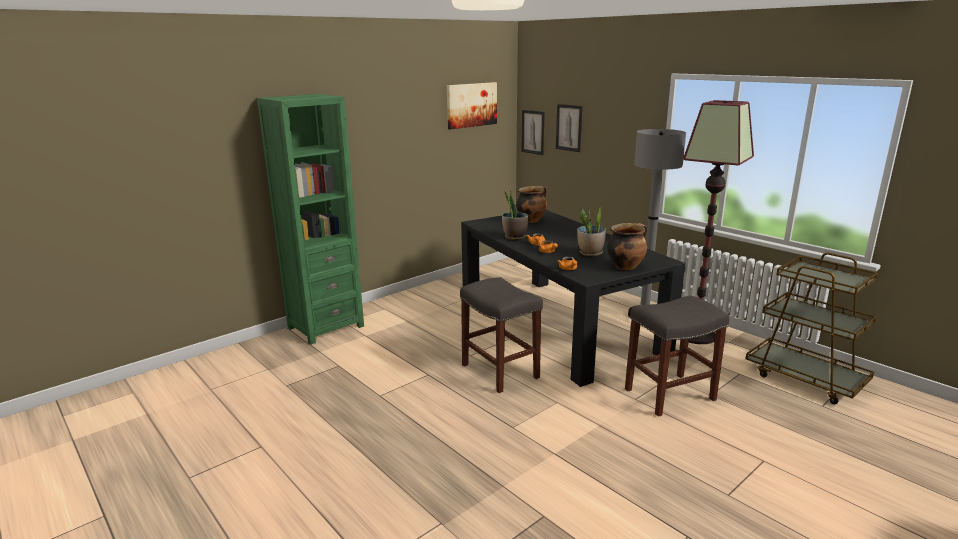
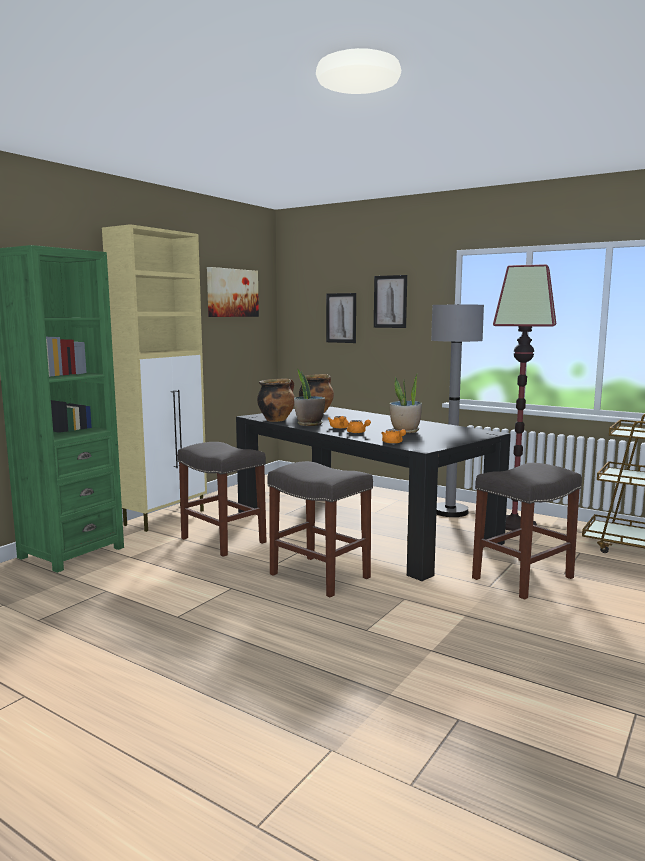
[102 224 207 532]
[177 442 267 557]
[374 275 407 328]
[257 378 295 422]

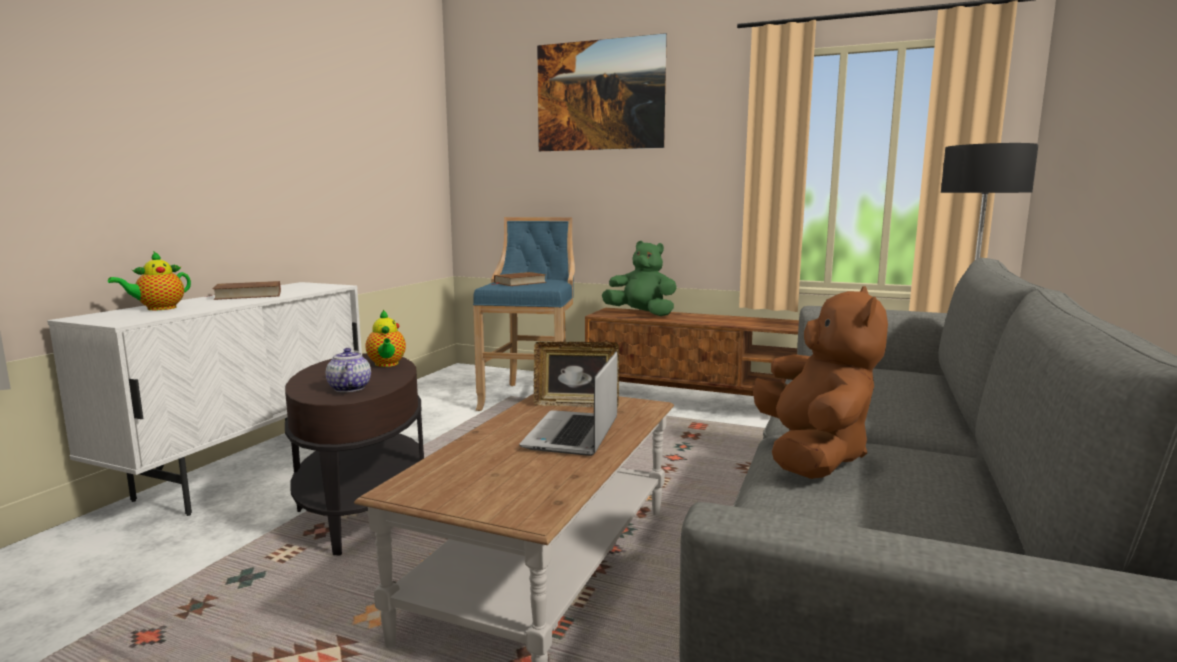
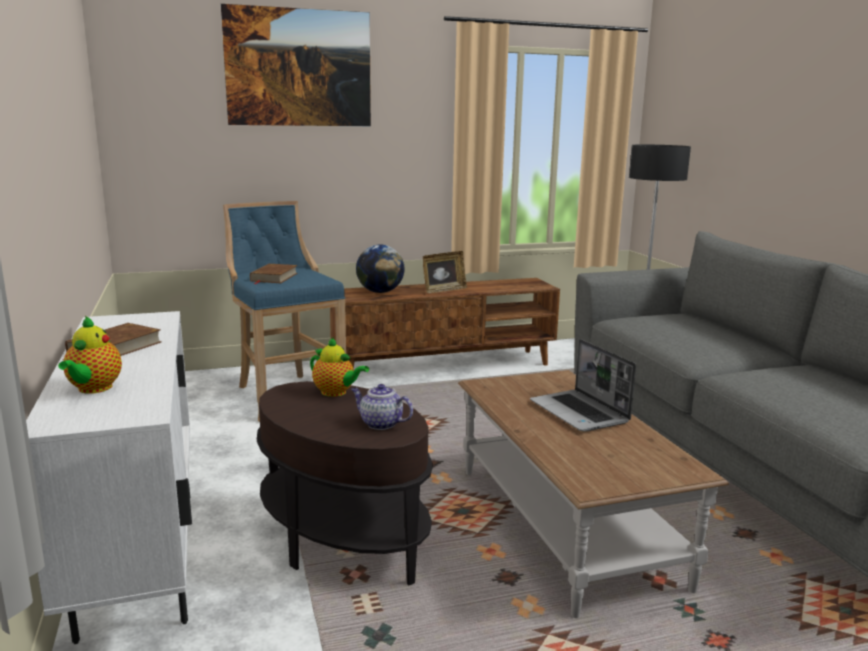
[753 286 888 479] (first image)
[423 251 467 293]
[356 244 405 293]

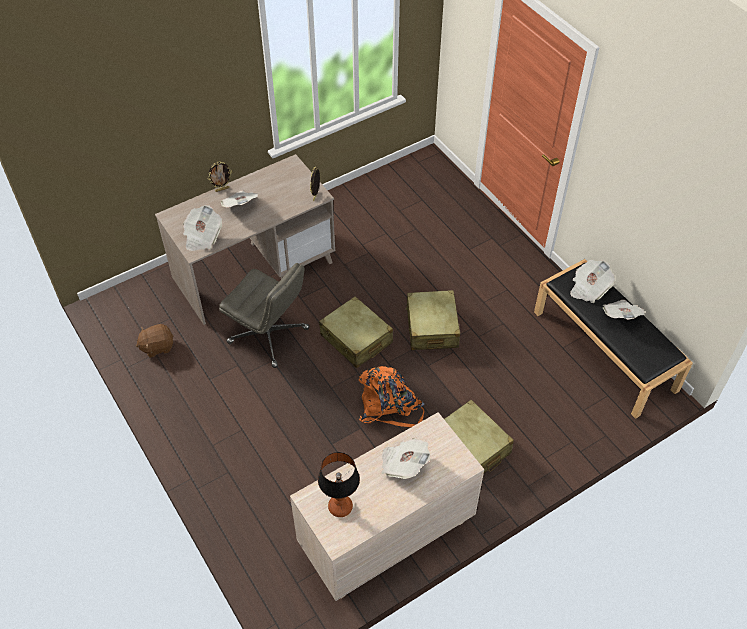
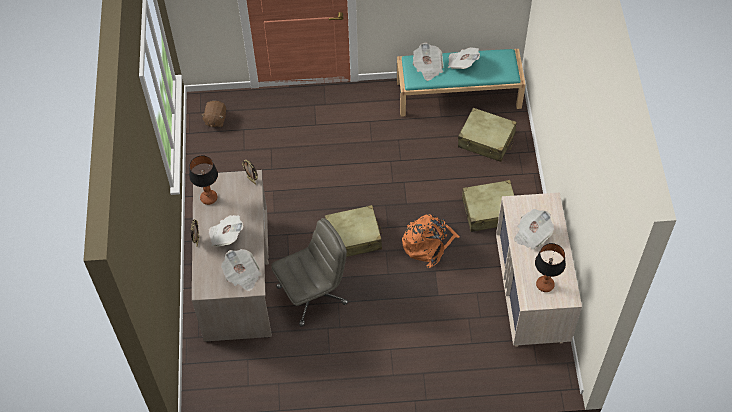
[189 156 218 205]
[201 101 226 127]
[458 108 517 162]
[397 49 526 117]

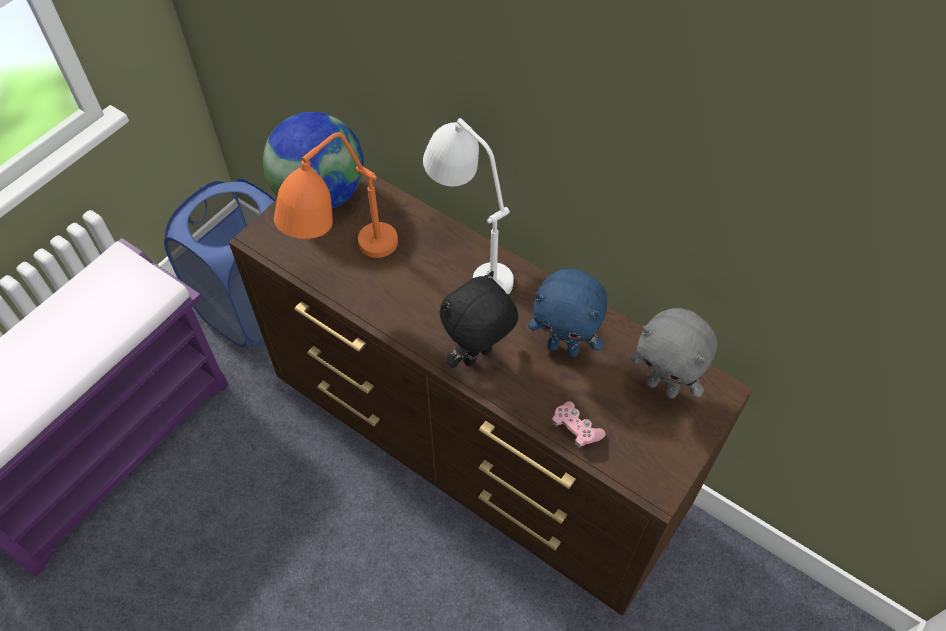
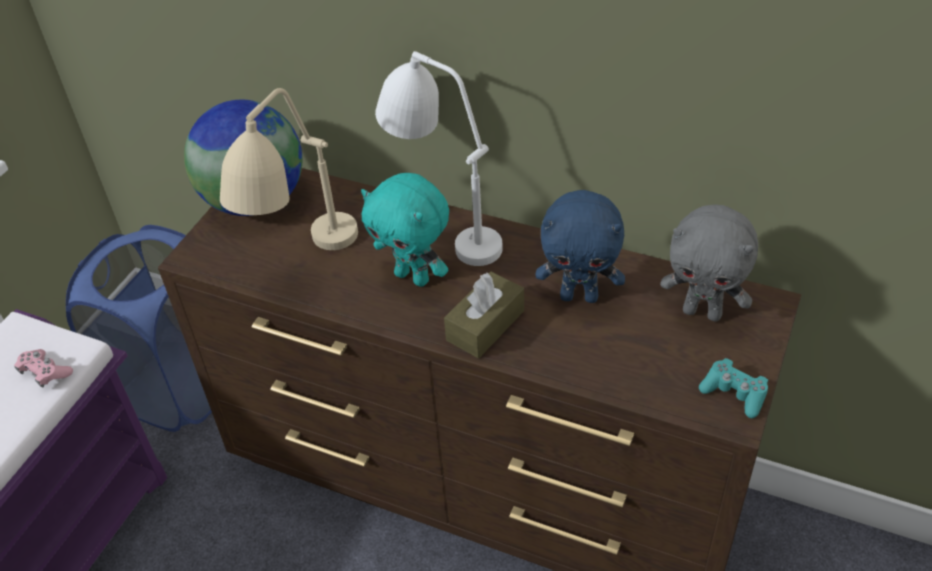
[361 173 449 287]
[699 358 768 418]
[14 349 73 387]
[444 272 524 358]
[220 88 358 250]

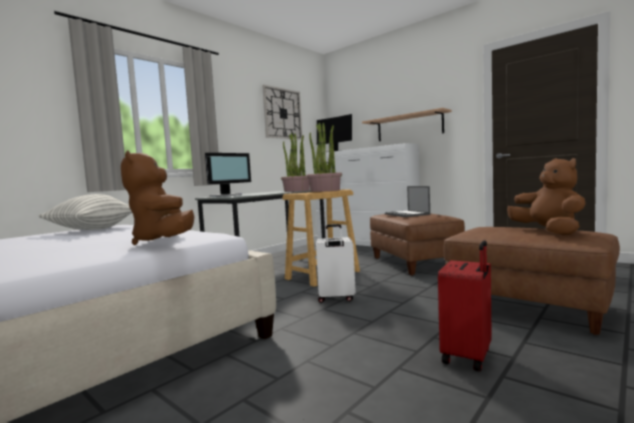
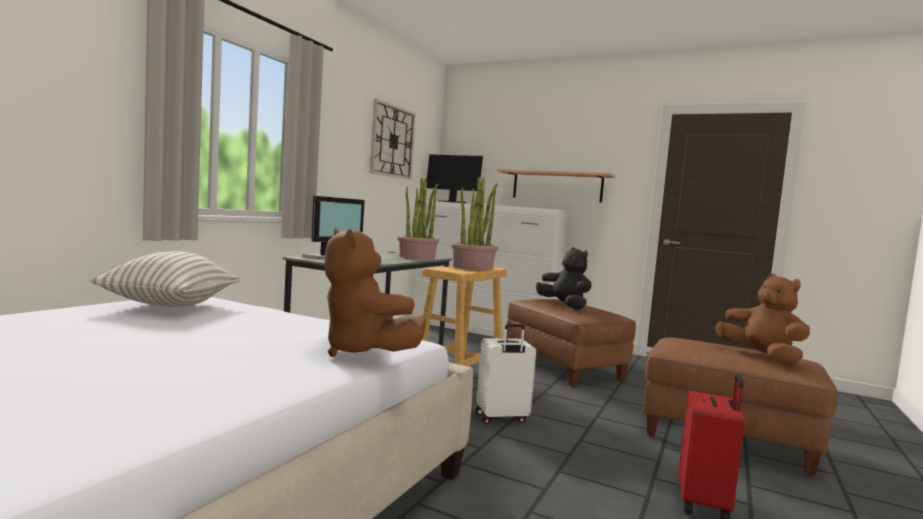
[536 247 592 309]

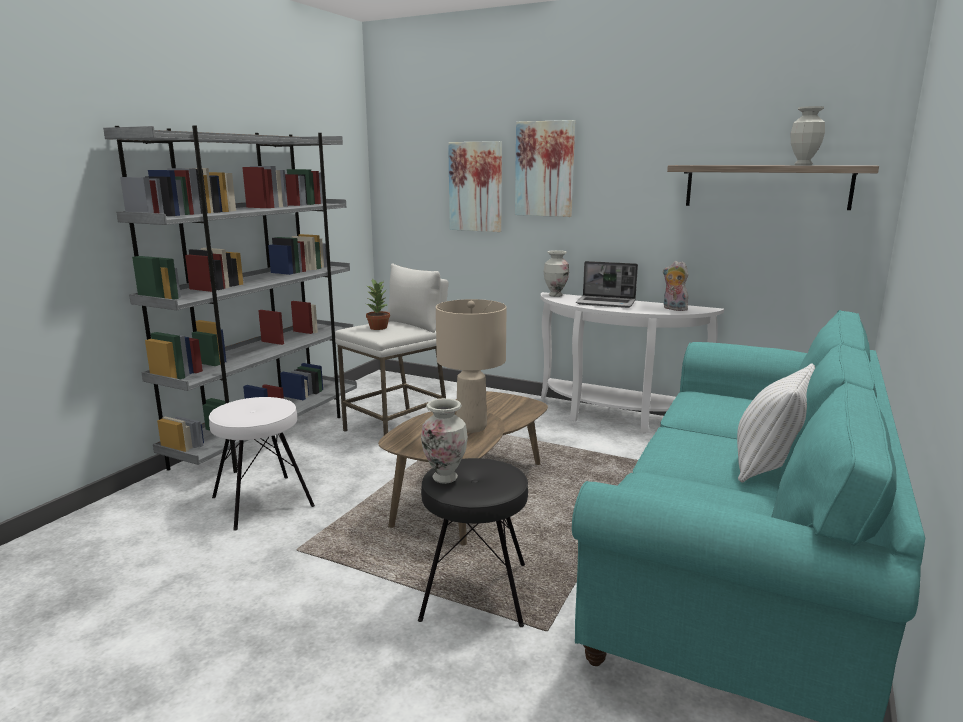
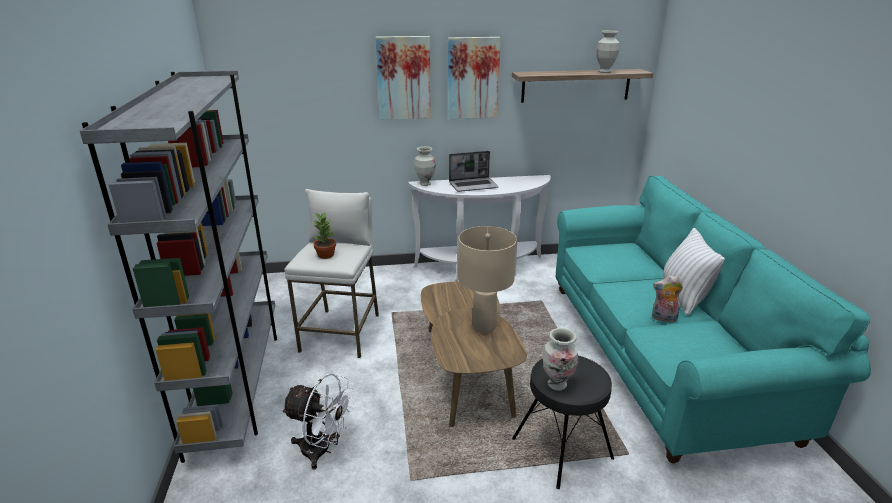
[447 37 501 119]
[652 275 683 322]
[281 373 354 470]

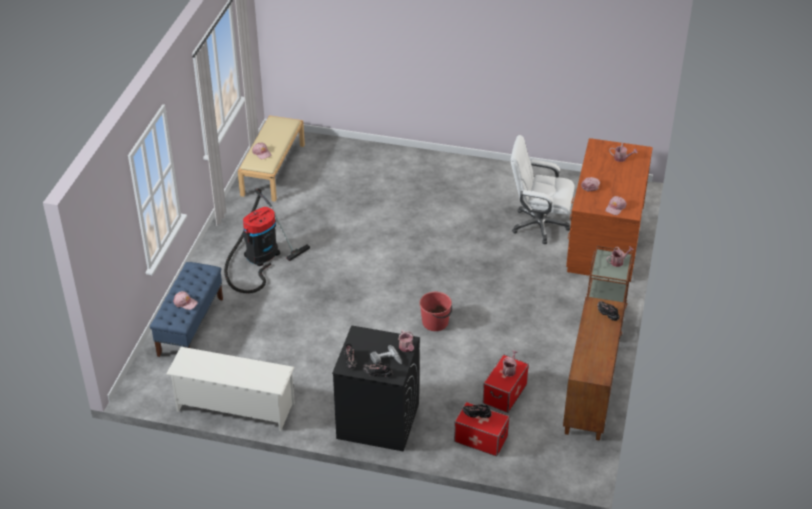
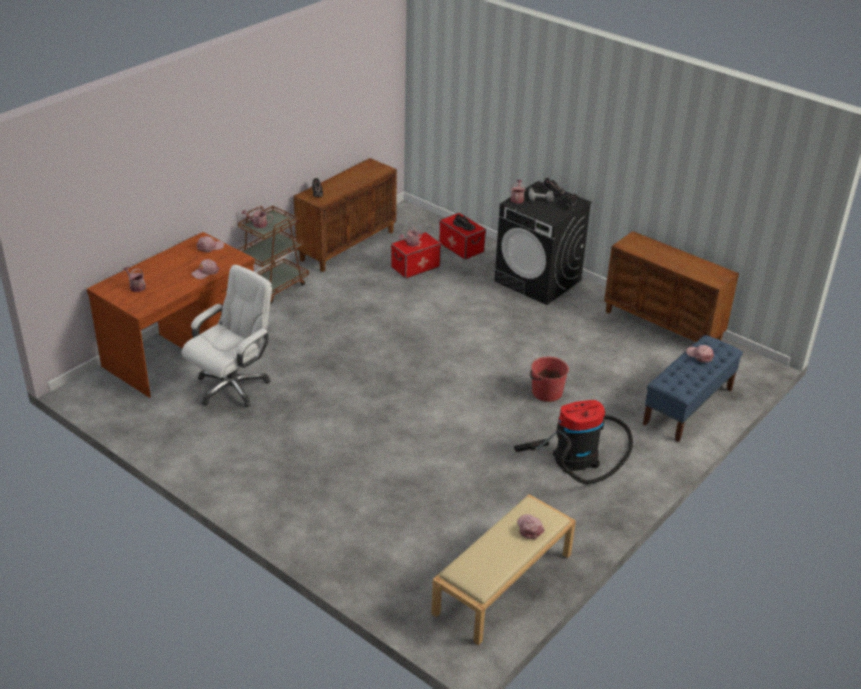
[530 357 569 402]
[604 231 739 342]
[182 265 272 407]

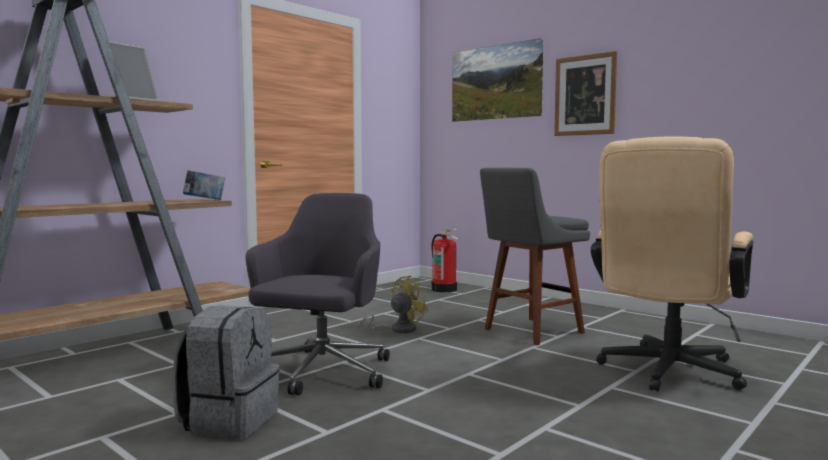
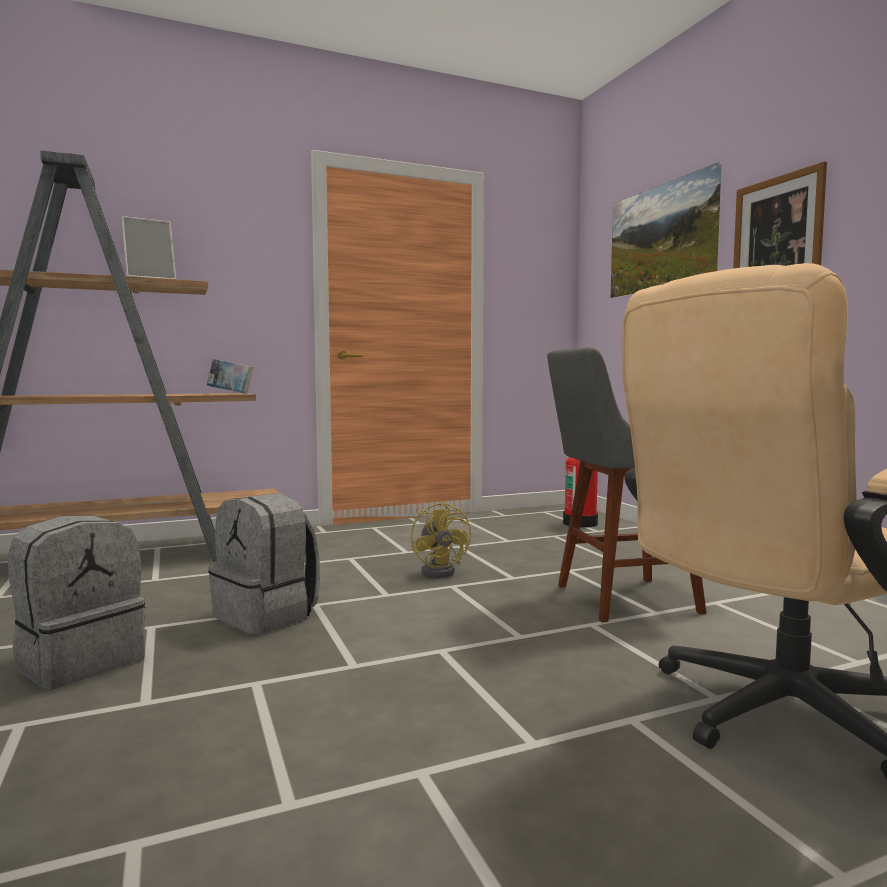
[208 493 320 635]
[411 501 471 578]

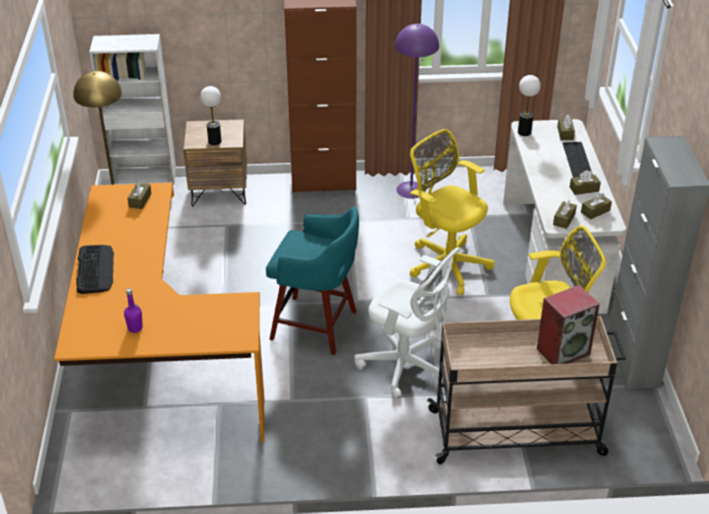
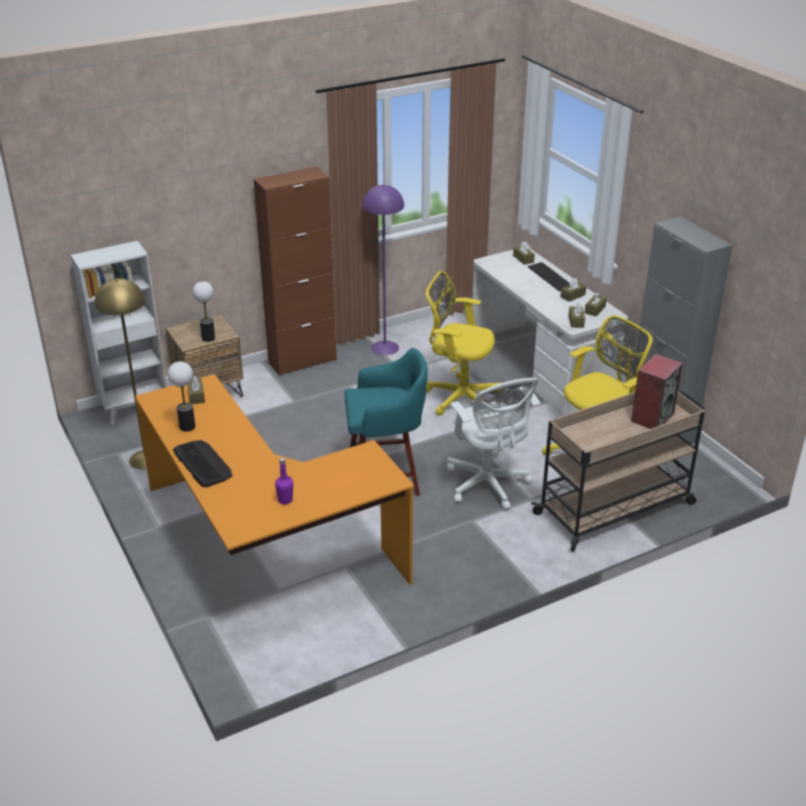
[168 361 196 432]
[447 378 540 511]

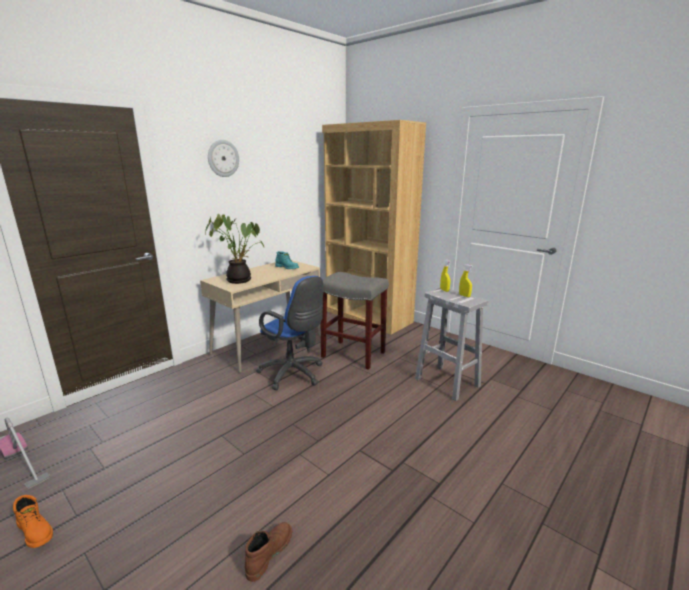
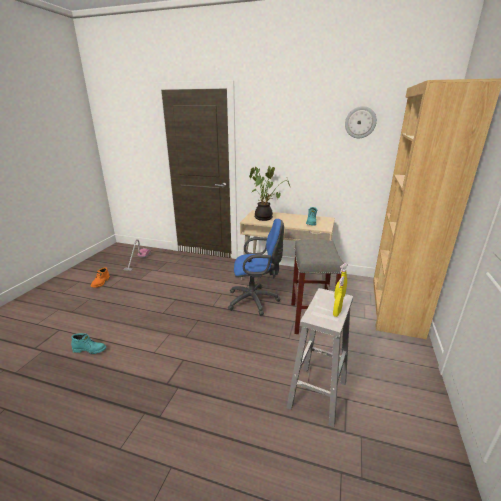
[345 106 377 138]
[71 333 106 354]
[228 219 284 316]

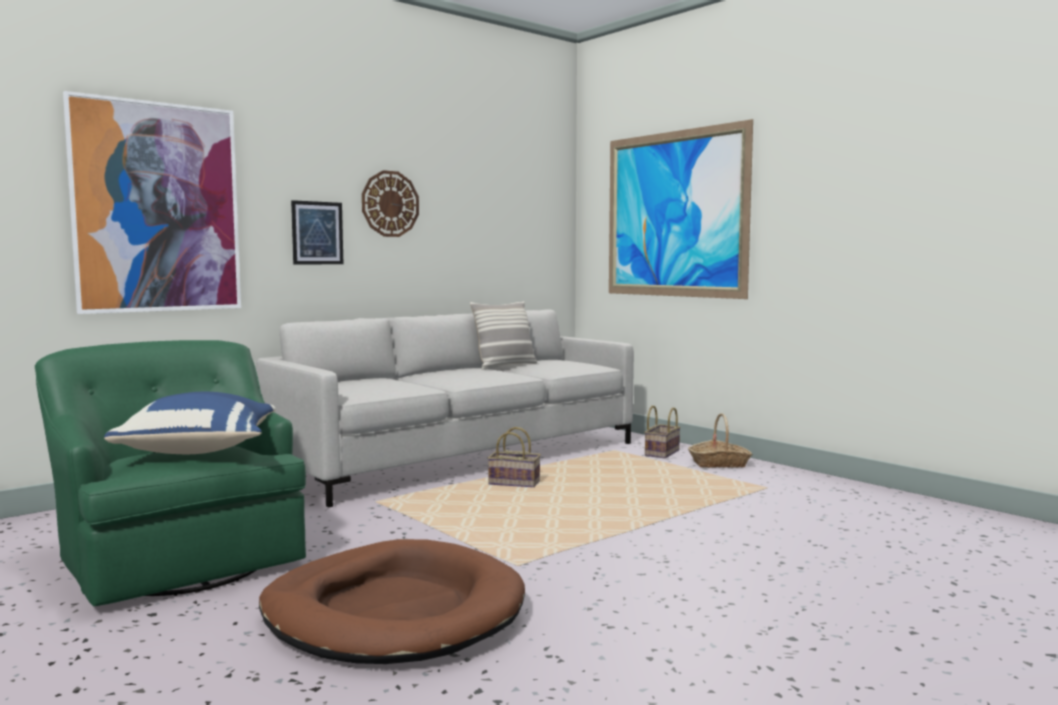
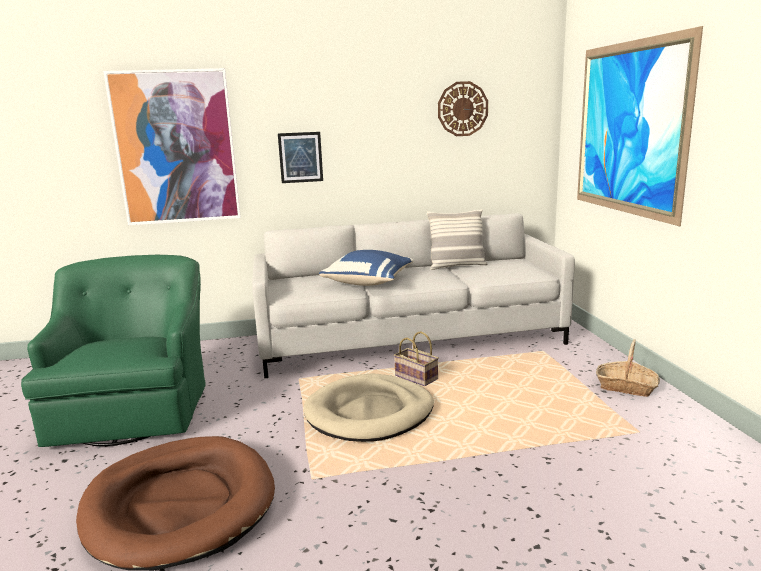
[644 406 681 458] (first image)
[304 374 434 442]
[319 250 414 286]
[438 81 488 136]

